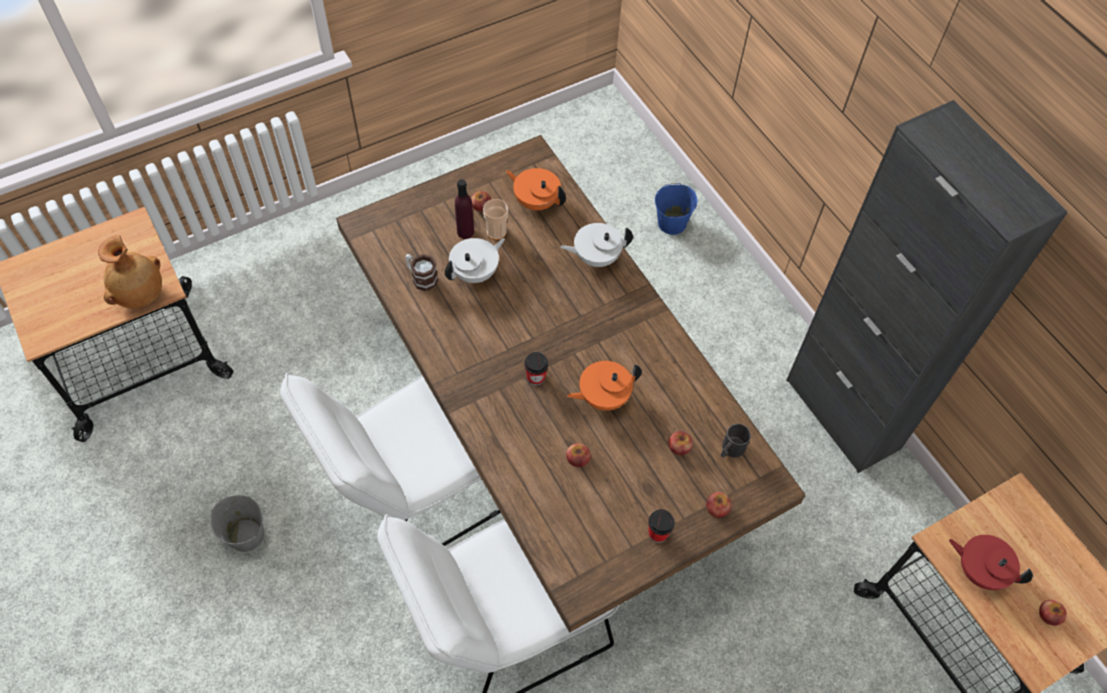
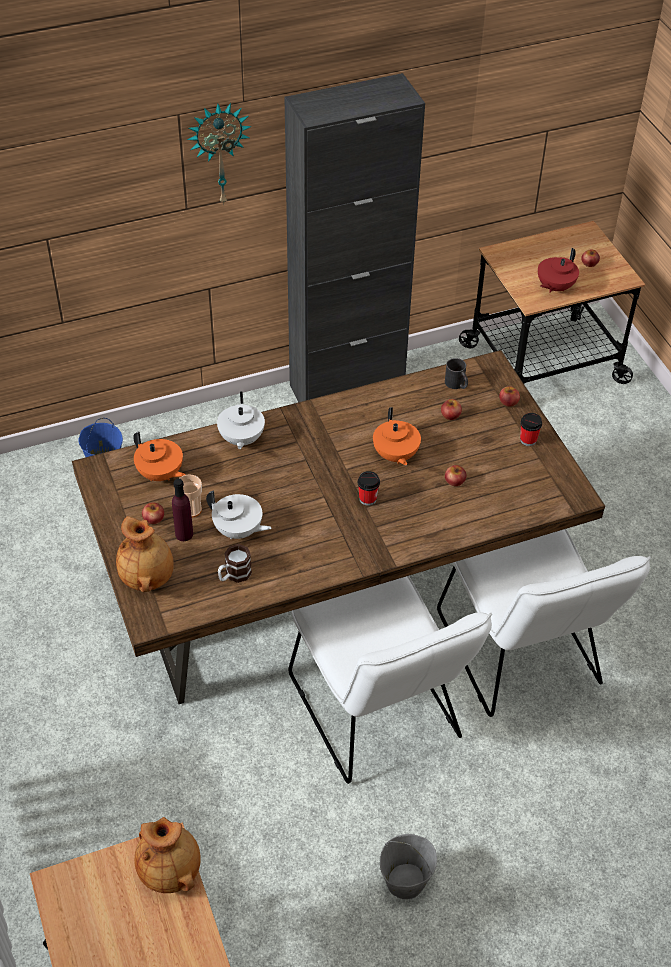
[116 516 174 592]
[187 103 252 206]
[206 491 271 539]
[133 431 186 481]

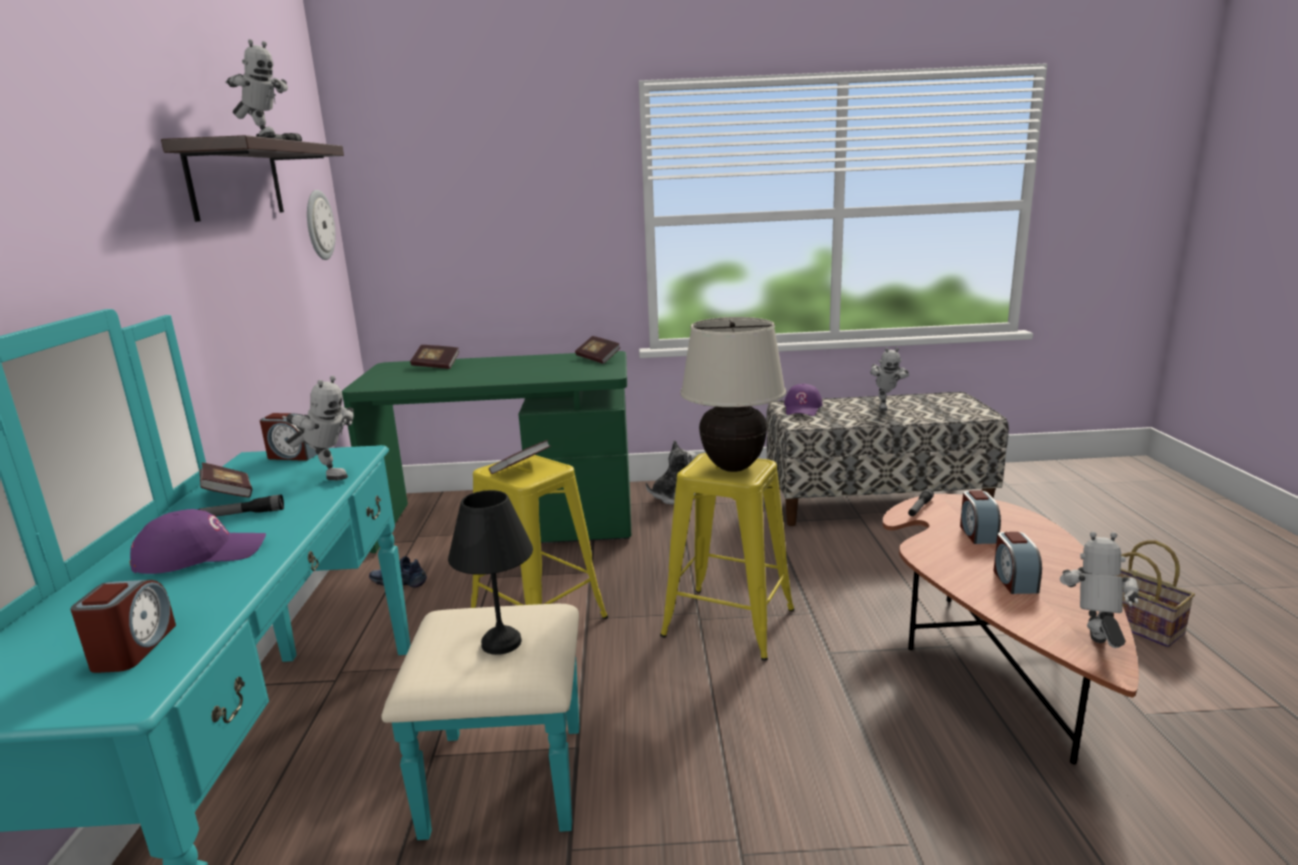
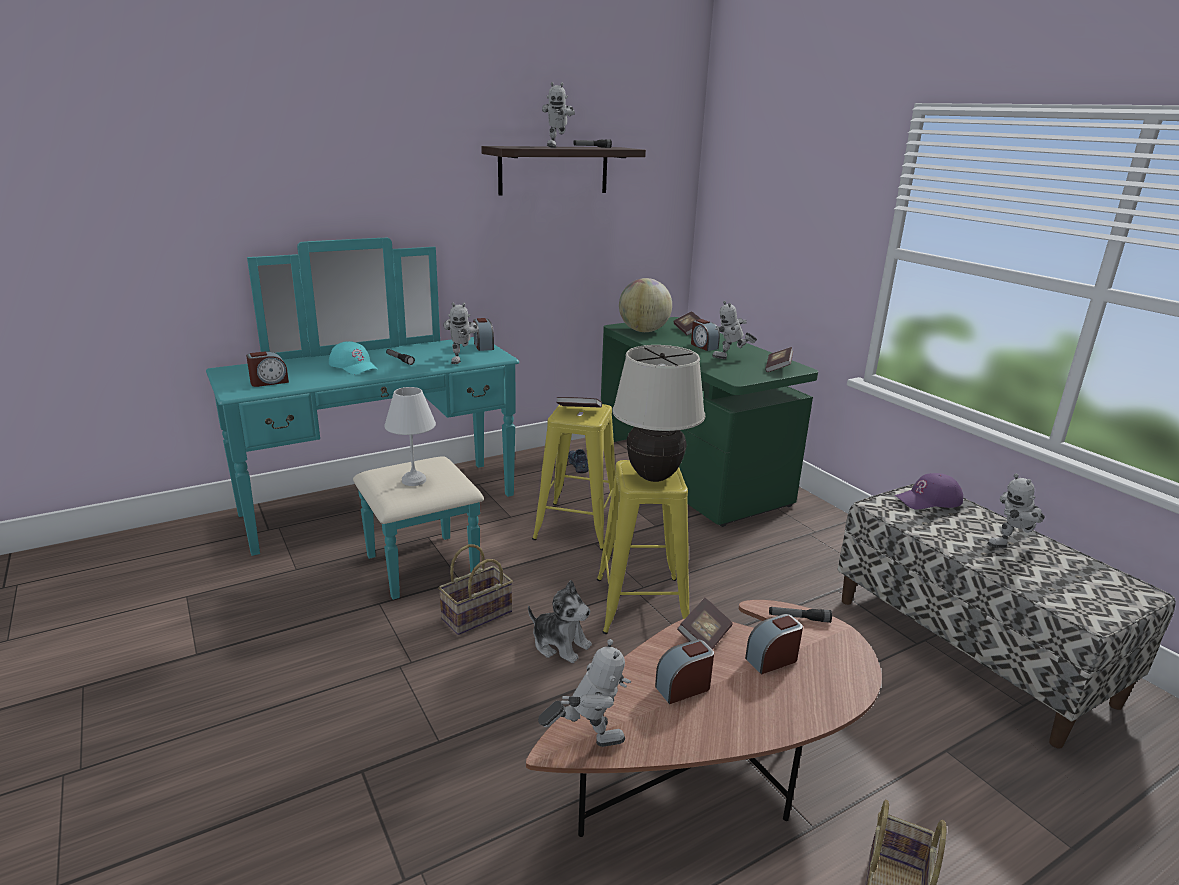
[307 190 336 260] (first image)
[438 544 513 635]
[619 278 672 332]
[691 319 720 351]
[712 301 757 359]
[677 598 732 650]
[528 580 592 663]
[329 341 377 375]
[384 387 436 486]

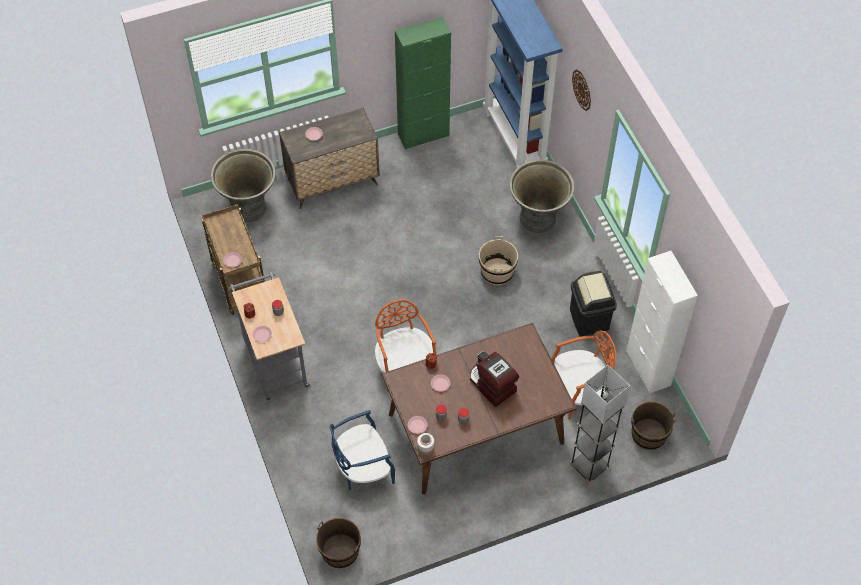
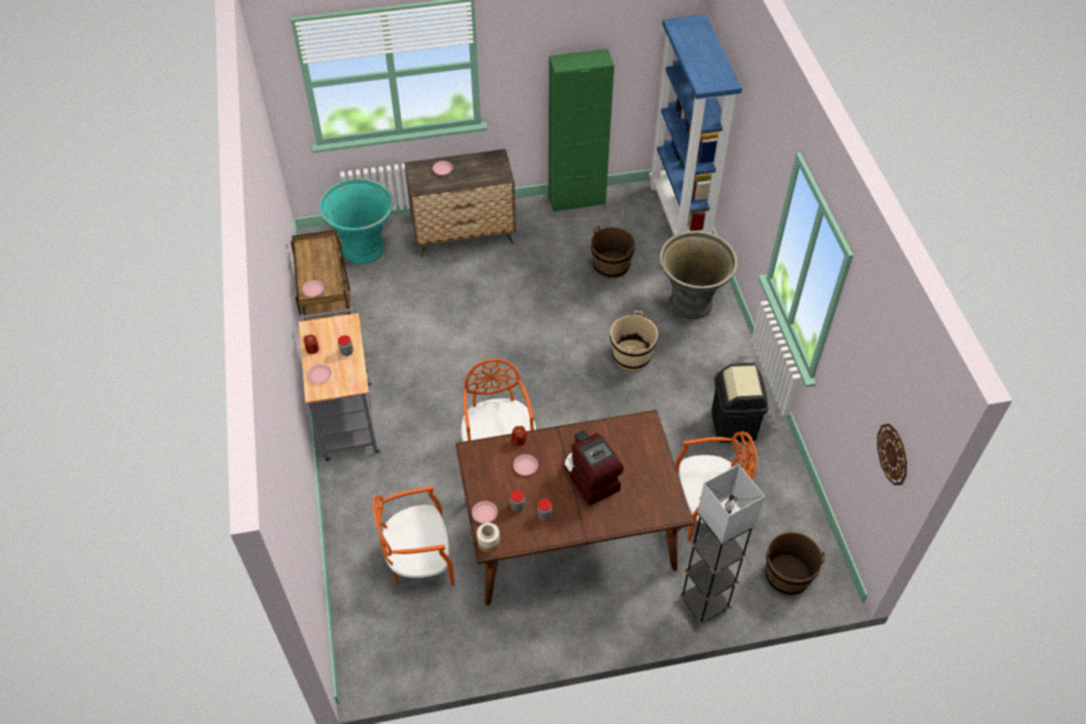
[626 251 698 394] (first image)
[591 225 635 279]
[877 424 907 486]
[319 178 393 264]
[373 486 454 586]

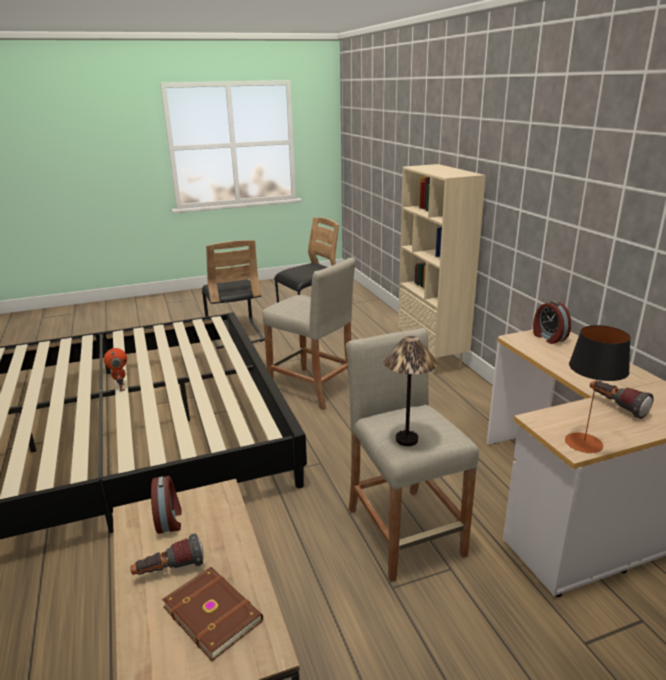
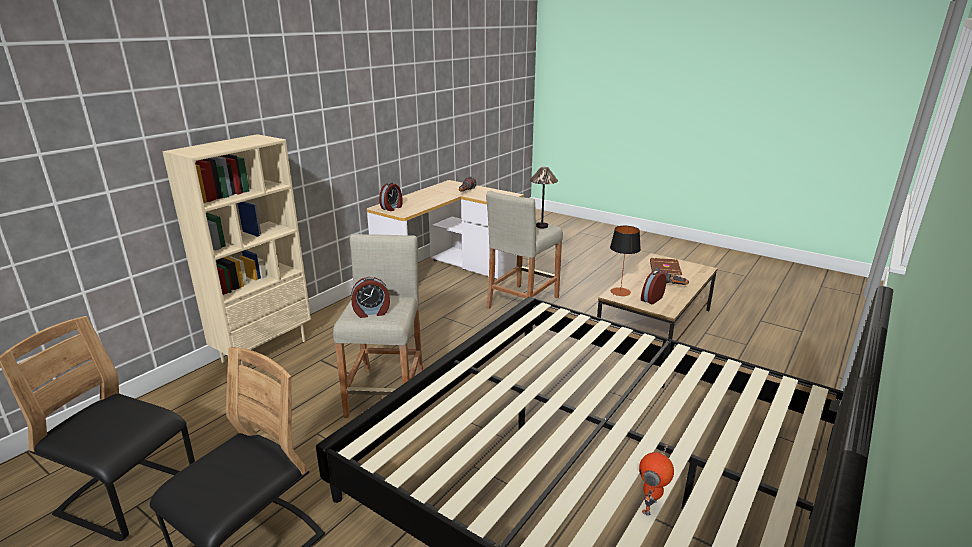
[351 277 390 318]
[639 444 674 516]
[610 226 641 296]

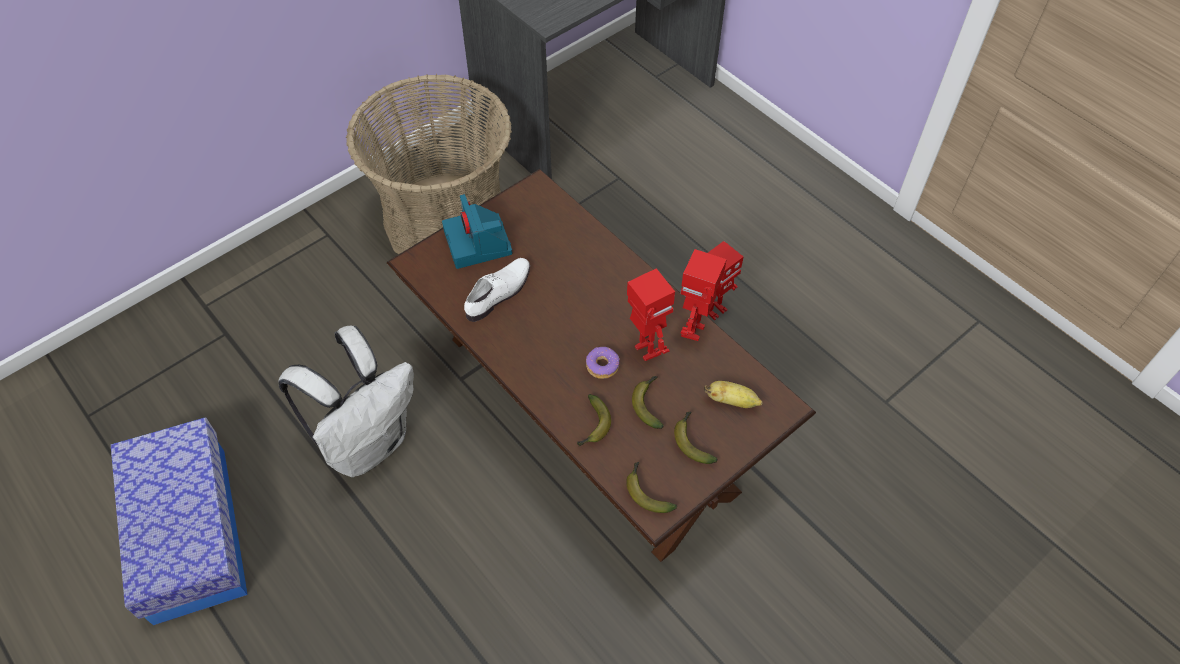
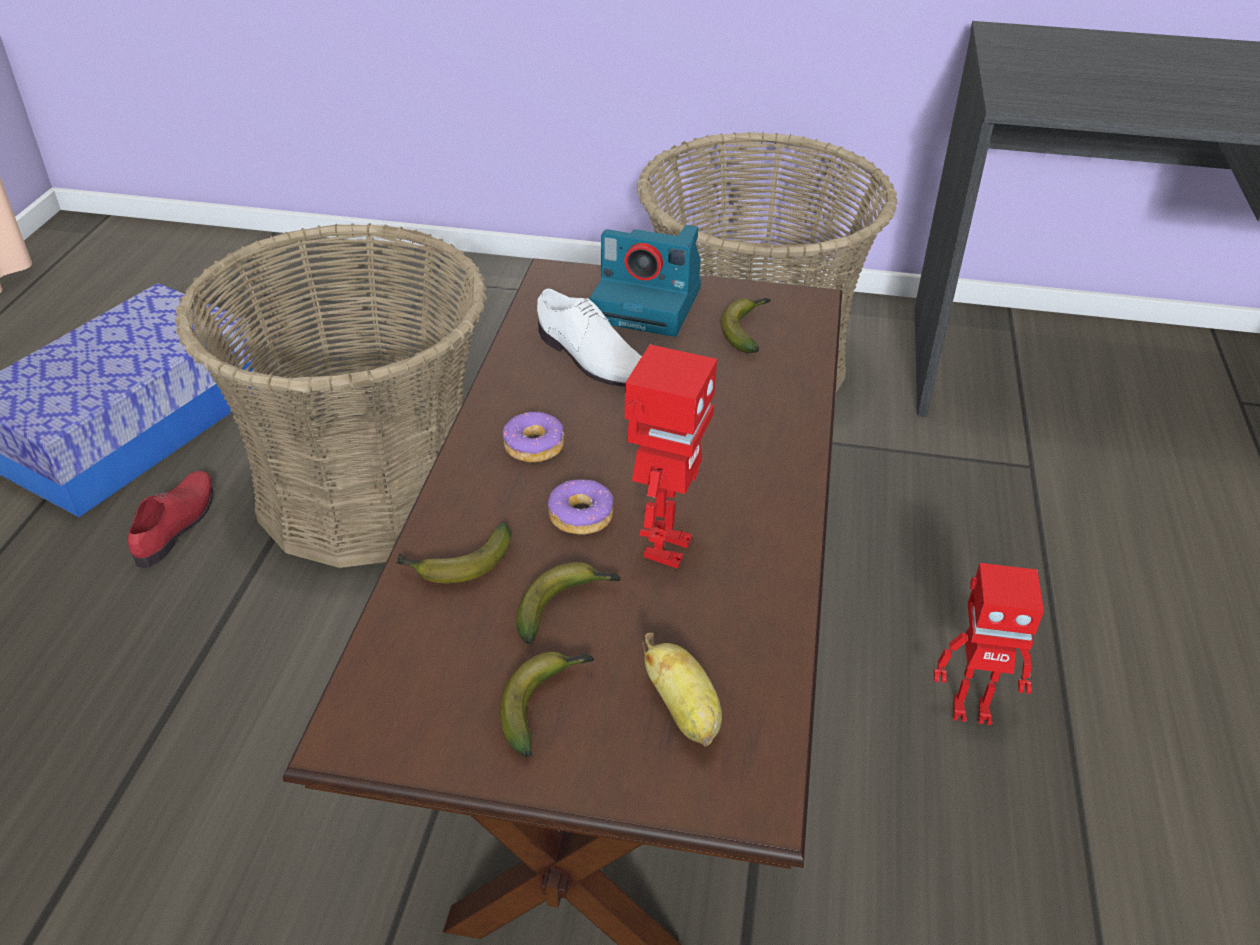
[680 249 727 341] (first image)
[128 471 213 568]
[502 411 564 462]
[721 298 771 353]
[175 223 487 568]
[590 225 701 337]
[537 289 642 387]

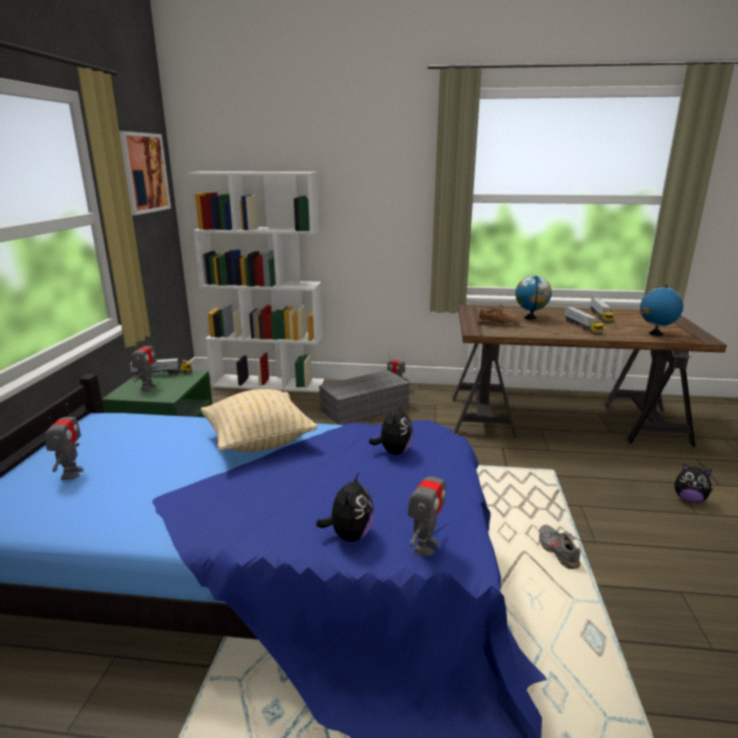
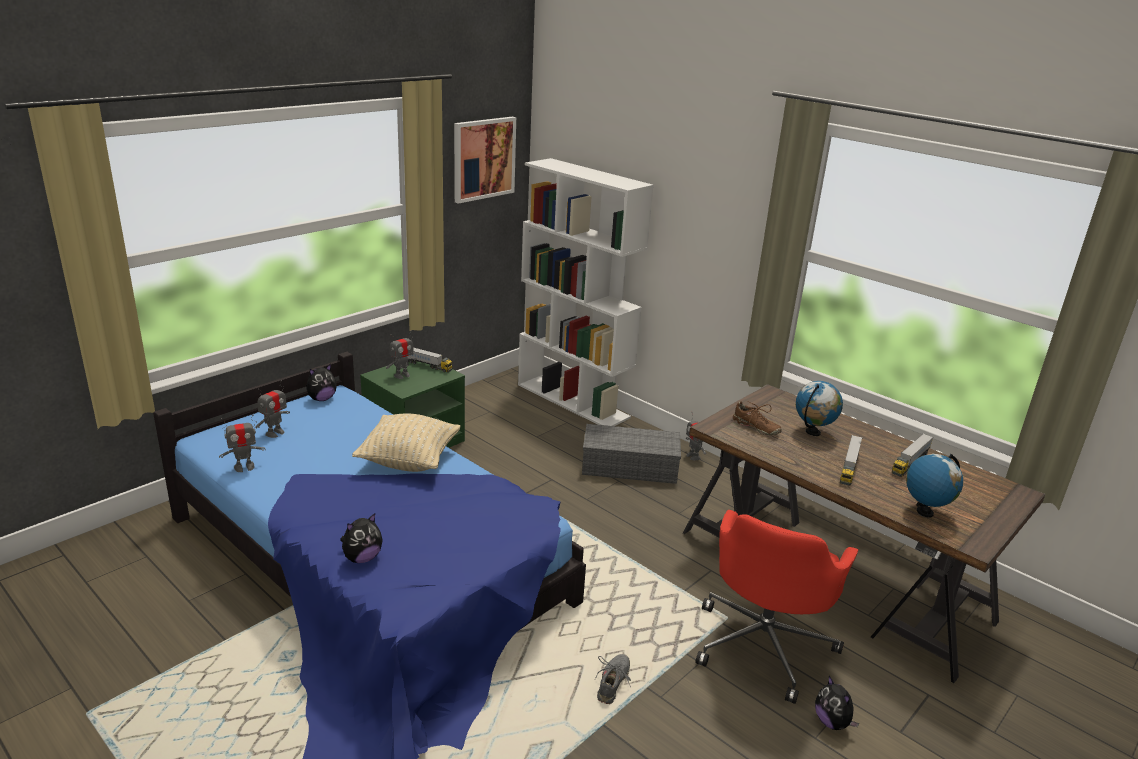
[696 510 858 704]
[306 364 337 401]
[219 415 266 472]

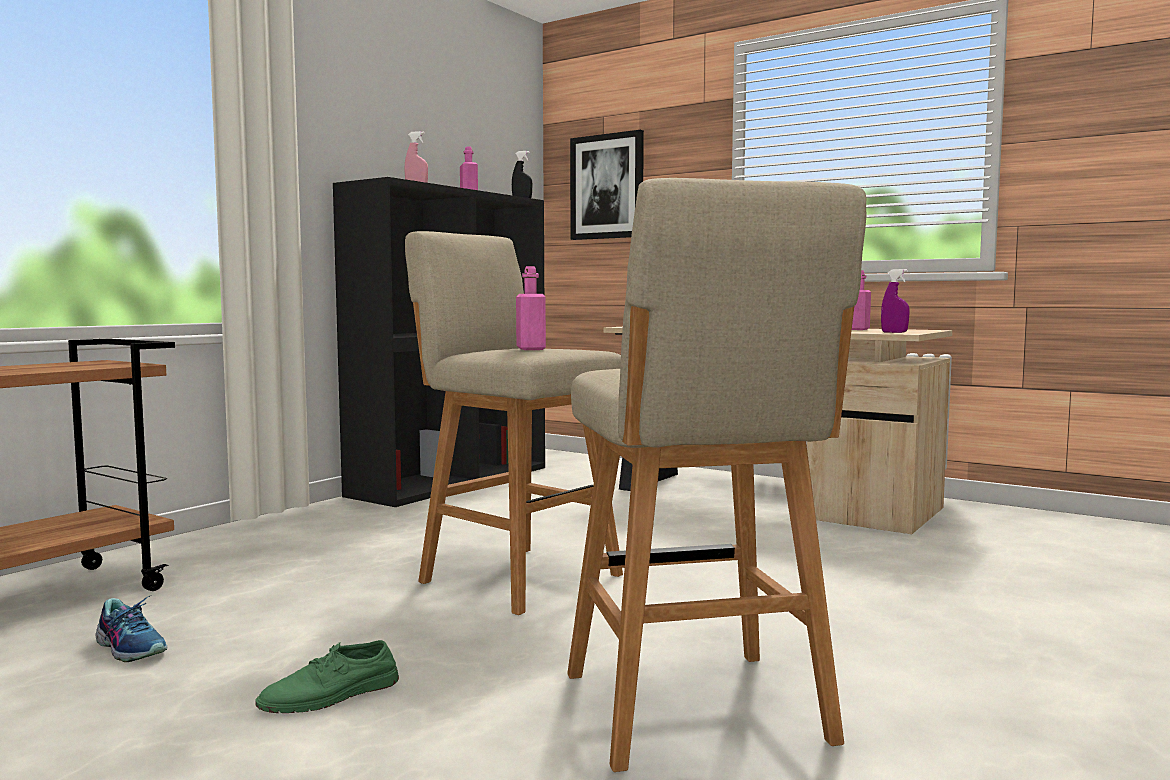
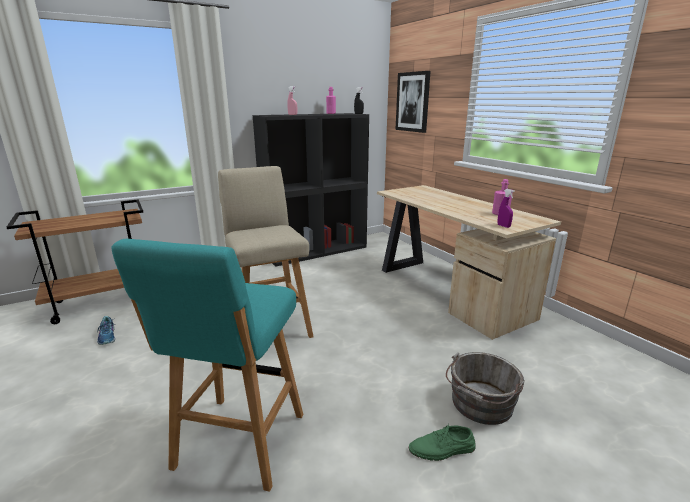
[516 266 546 350] (first image)
[446 352 525 425]
[409 424 476 461]
[111 239 303 492]

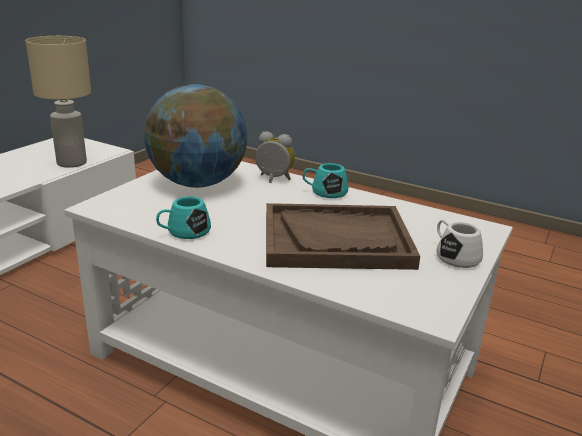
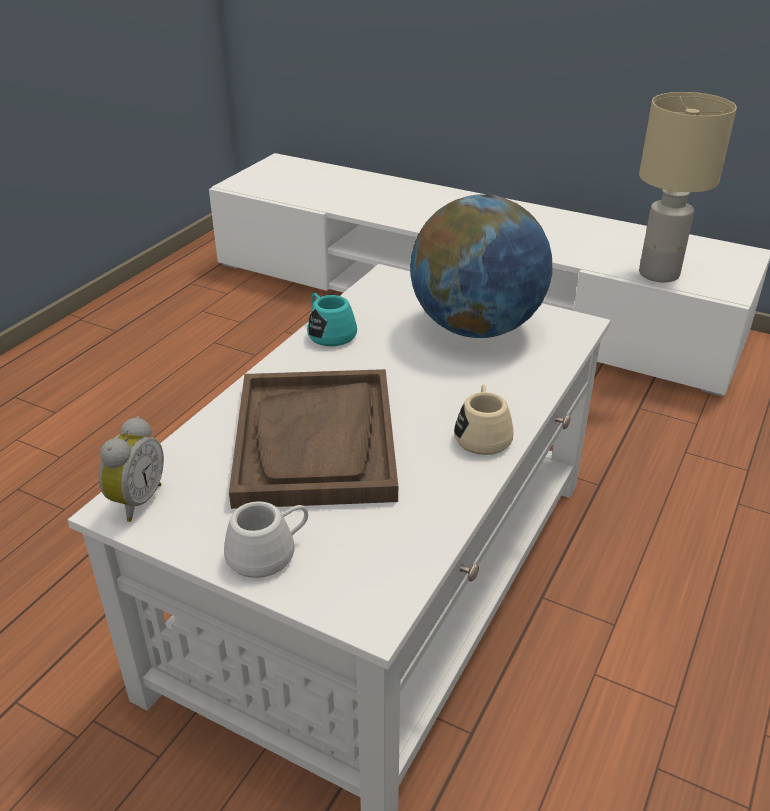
[99 416 164 522]
[454 384 514 455]

